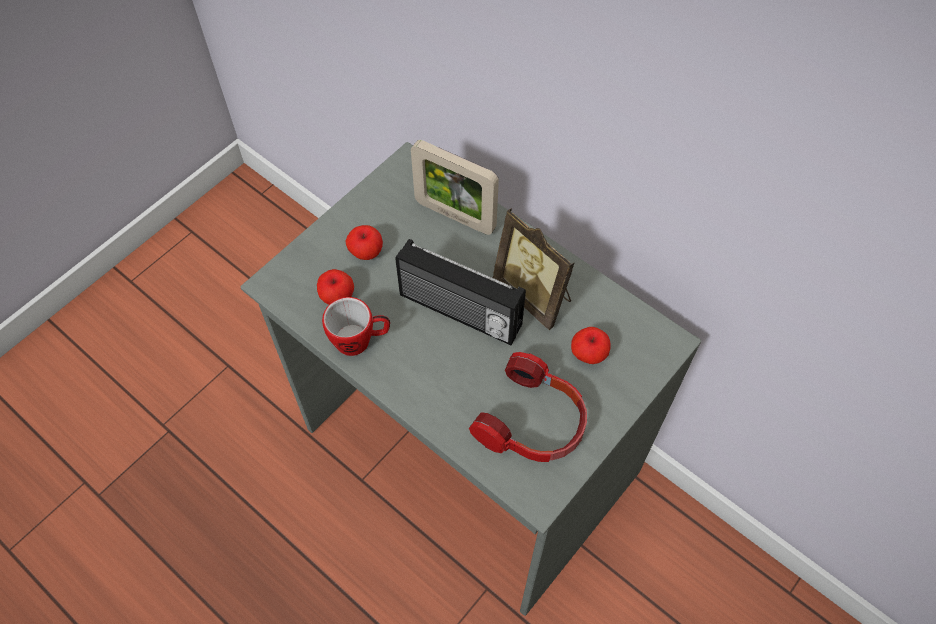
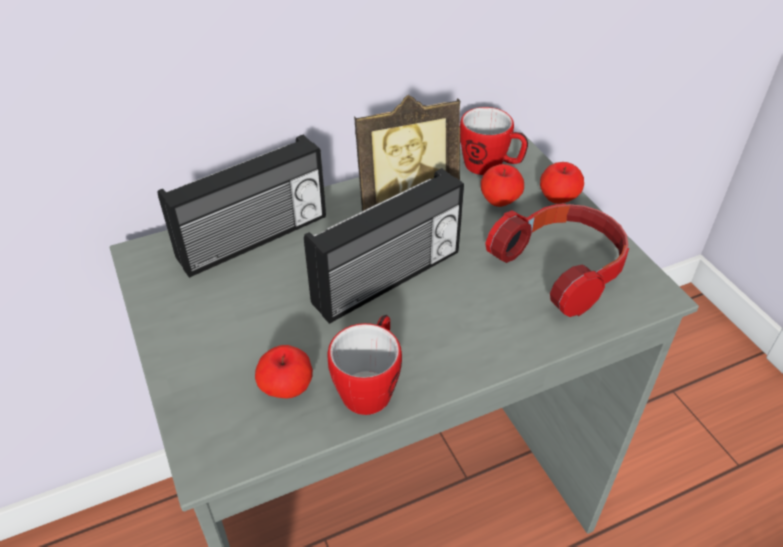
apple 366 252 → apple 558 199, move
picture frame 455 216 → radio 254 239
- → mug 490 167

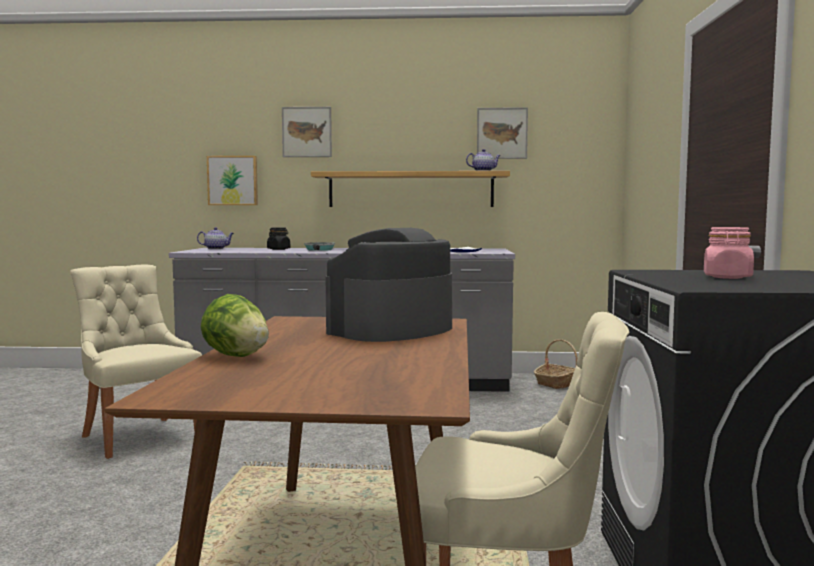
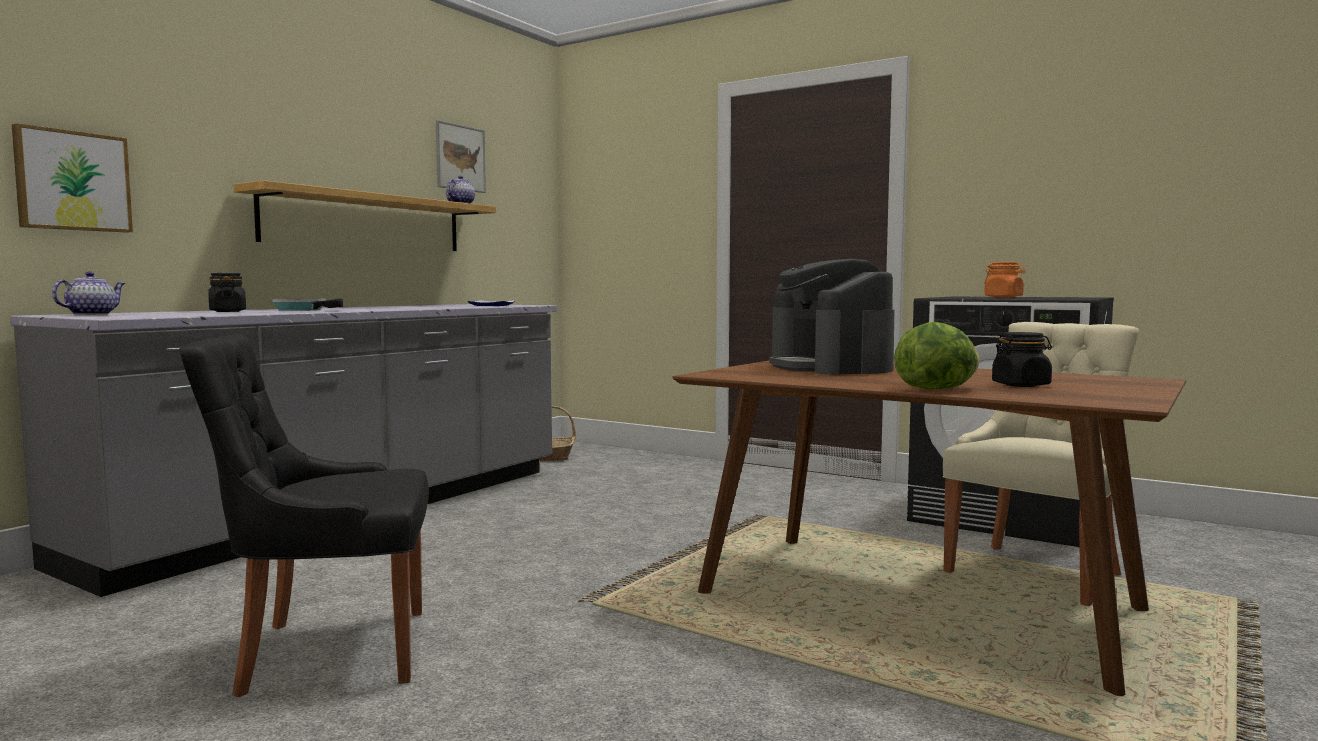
chair (beige) 138 435 → chair (black) 328 651
picture 307 132 → -
jar (pink) 727 277 → jar (orange) 1003 297
- → jar (black) 1021 385

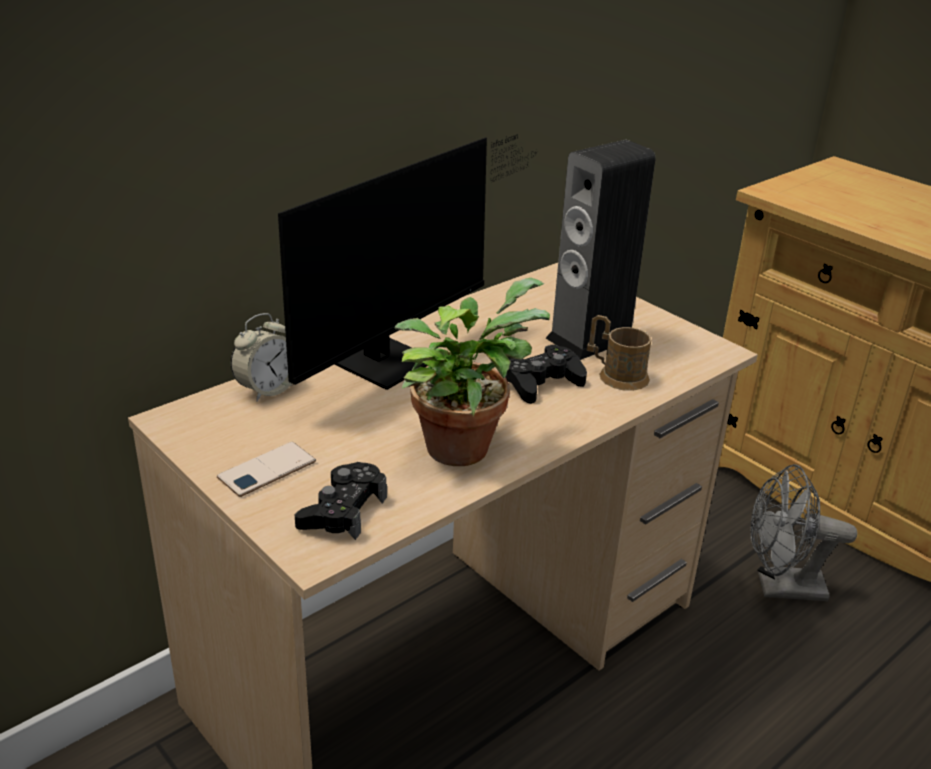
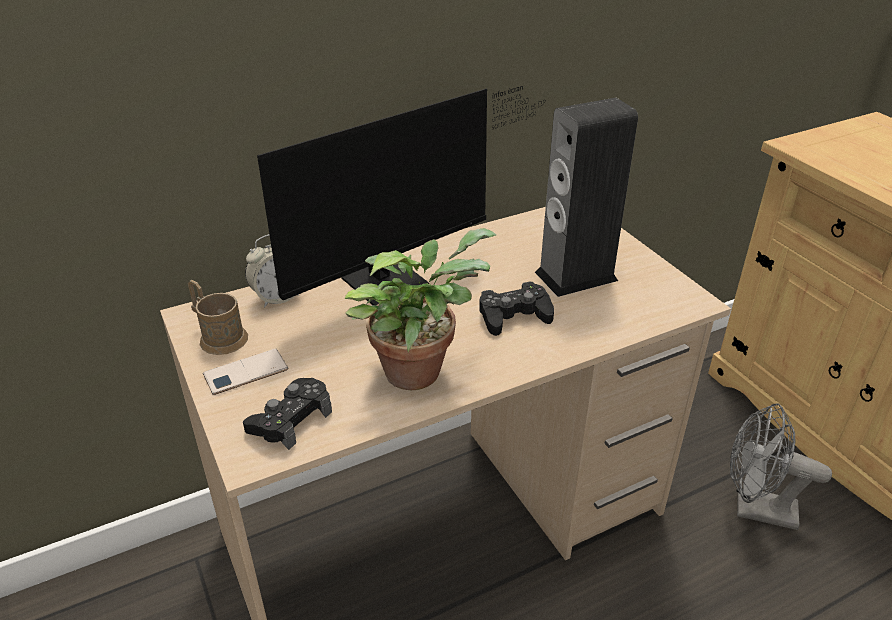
mug (brown) 616 375 → mug (brown) 218 336, move

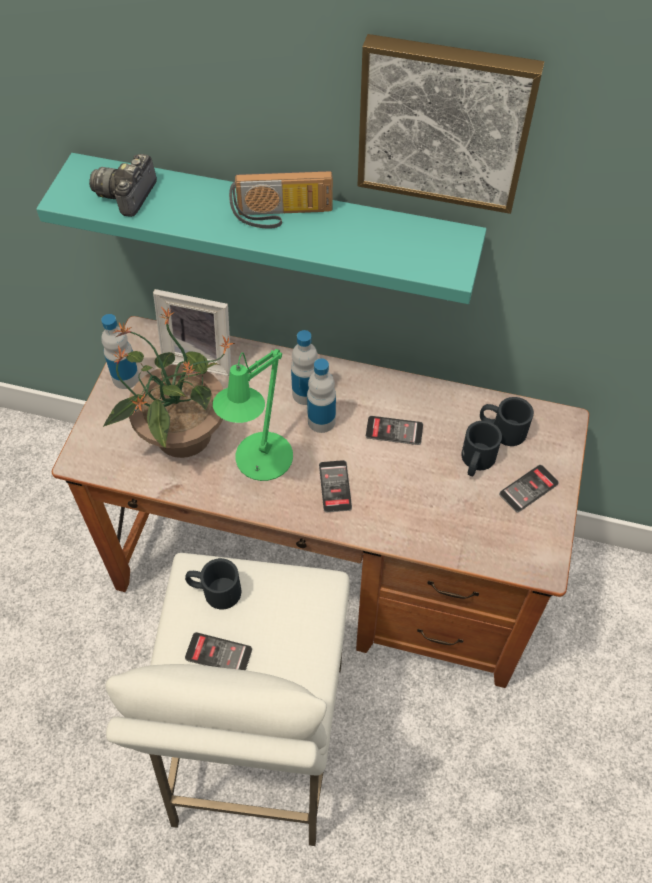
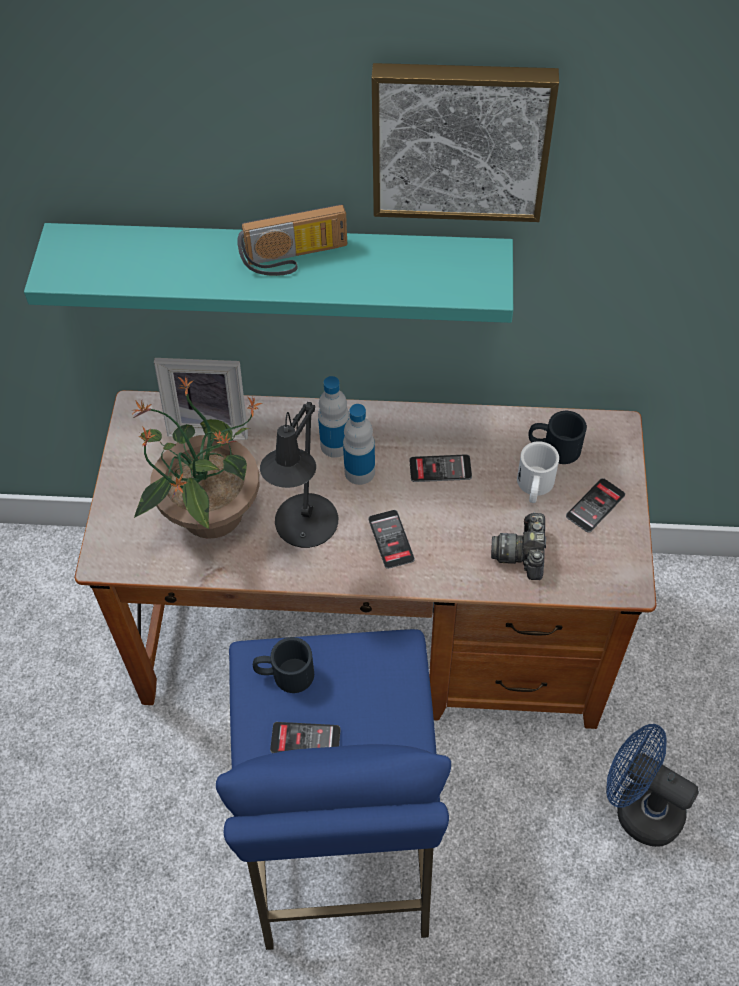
photo camera 127 195 → photo camera 522 554, move
bottle 126 378 → -
stool (white) 258 743 → stool (blue) 341 841
table lamp (green) 260 463 → table lamp (black) 304 529
mug (black) 476 462 → mug (white) 534 487
- → fan (blue) 639 807

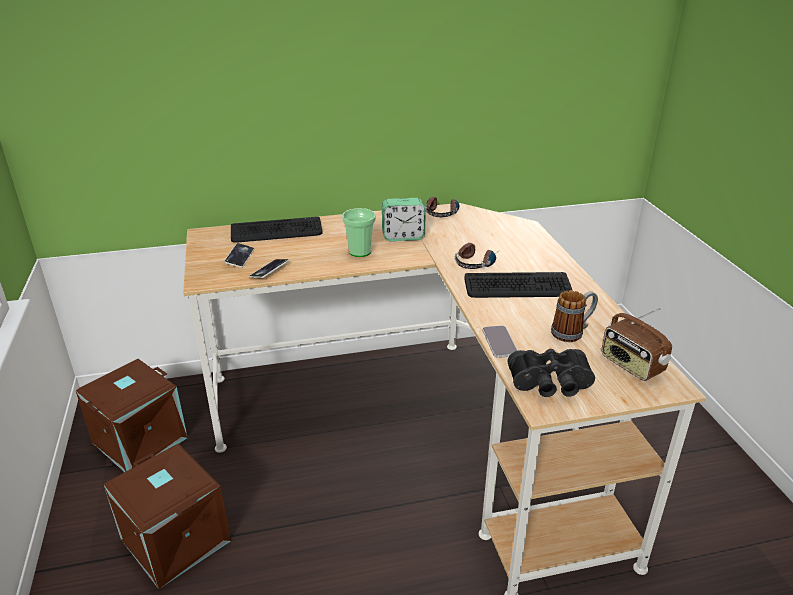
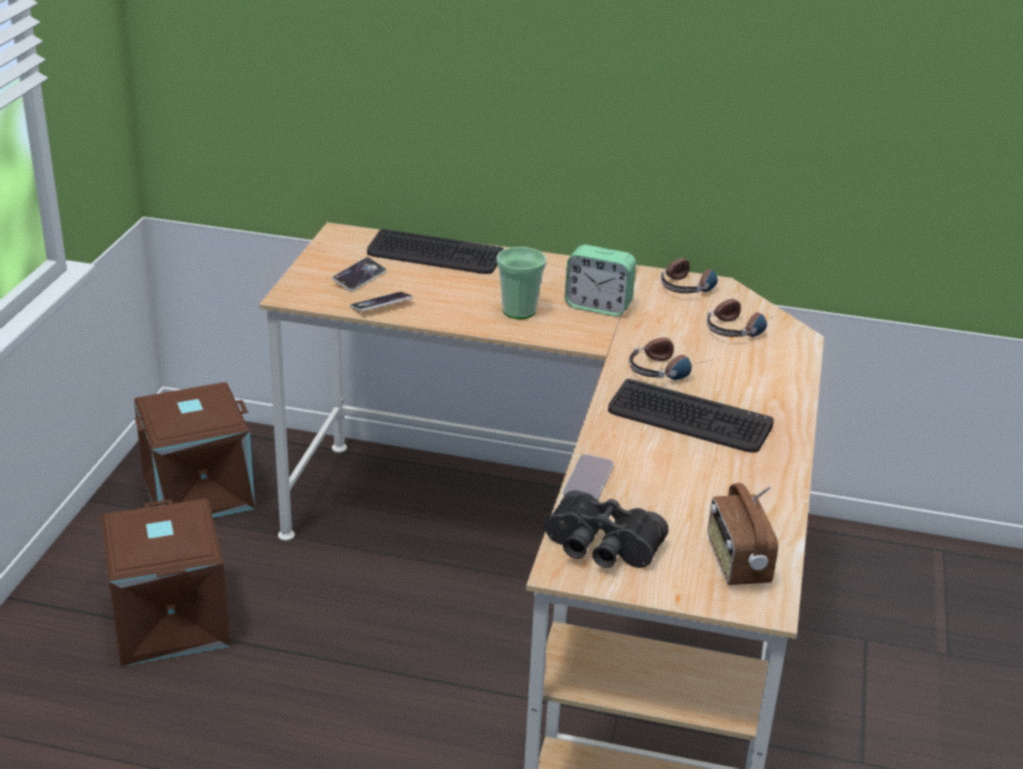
mug 572 332 → -
- → headphones 739 327

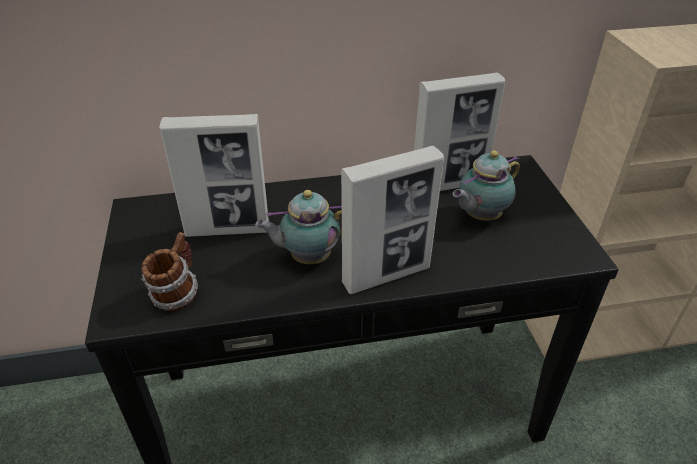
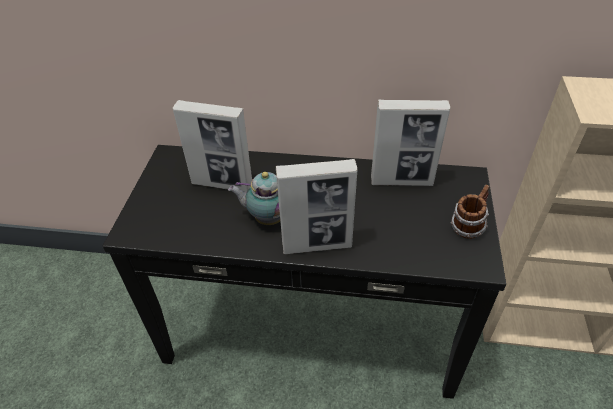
mug 176 294 → mug 468 226, move
teapot 479 216 → -

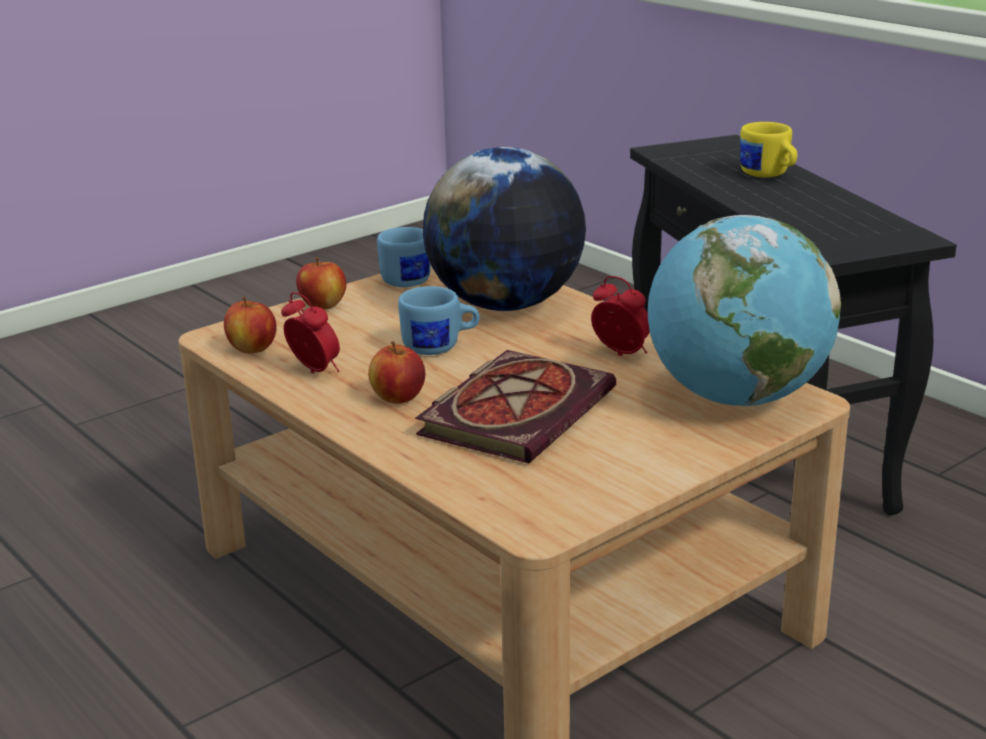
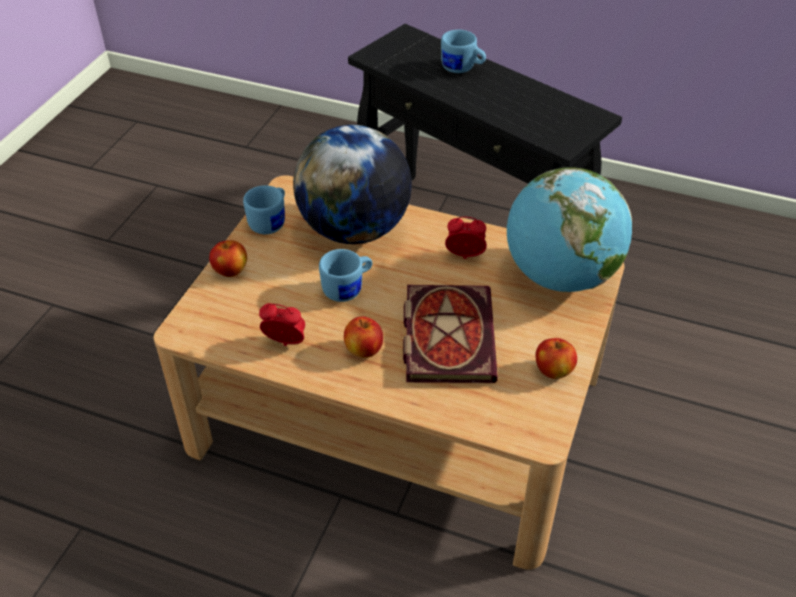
apple 252 349 → apple 553 371, move
mug (yellow) 768 175 → mug (blue) 462 69

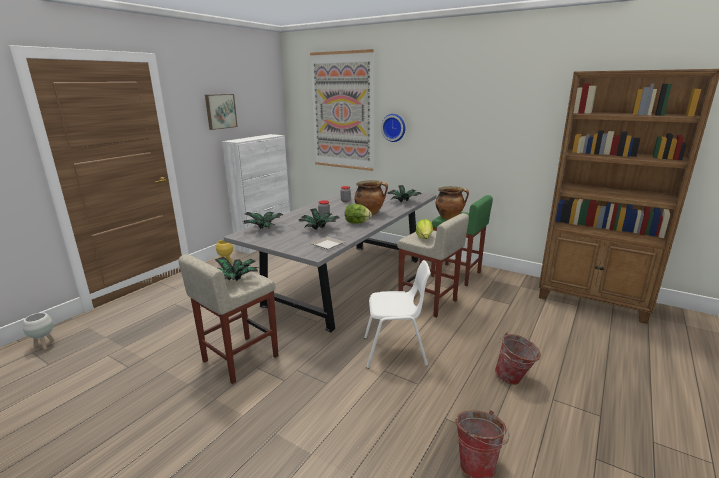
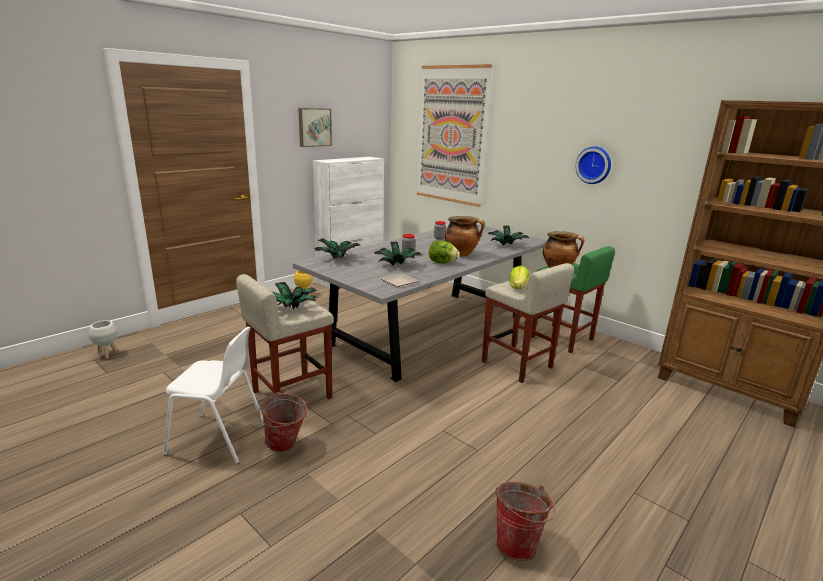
chair (white) 395 352 → chair (white) 218 439, move
wall clock 394 127 → wall clock 594 165, move
bucket 514 379 → bucket 285 447, move

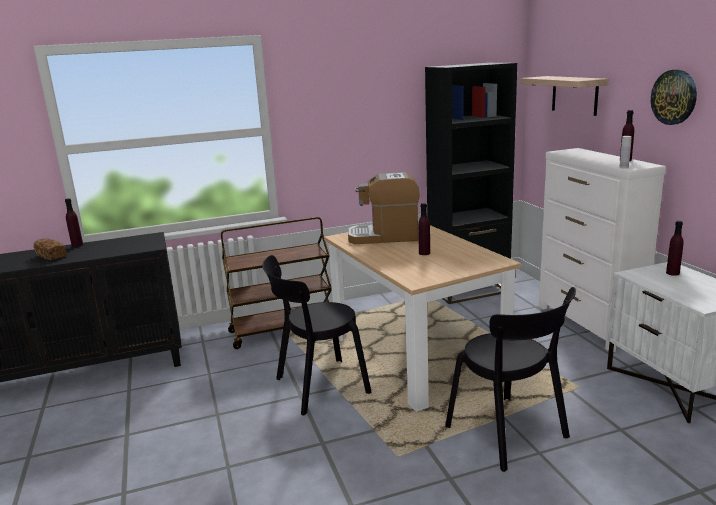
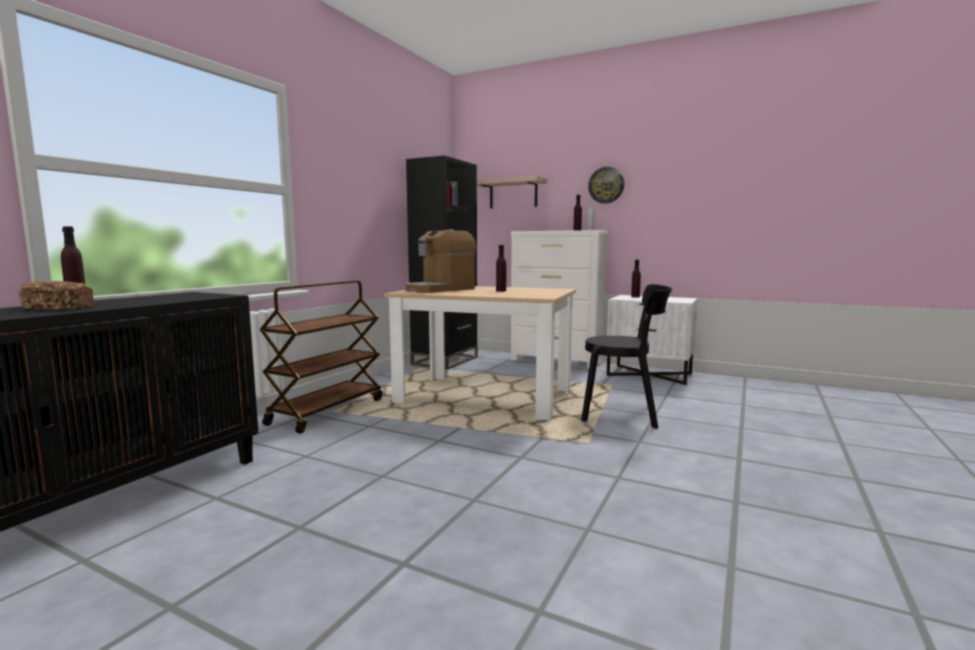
chair (black) 317 387 → -

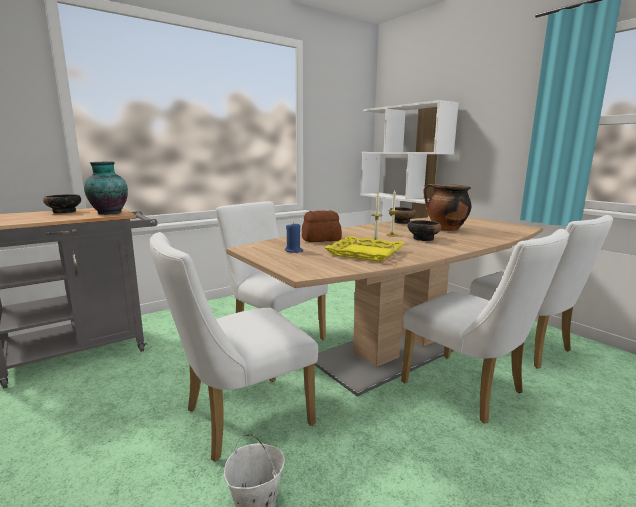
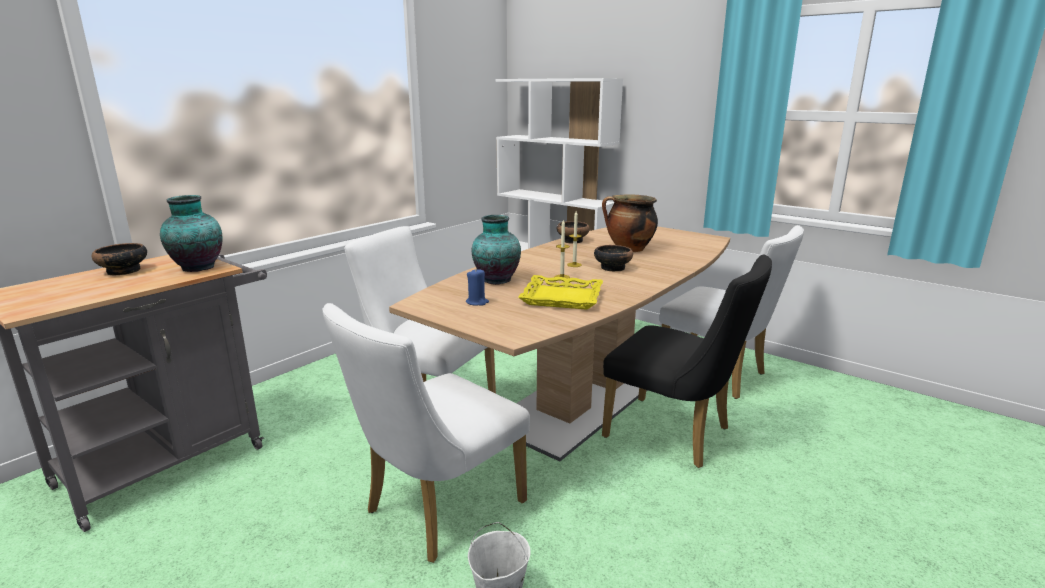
bread 320 239 → vase 495 280
chair (white) 470 391 → chair (black) 676 435

